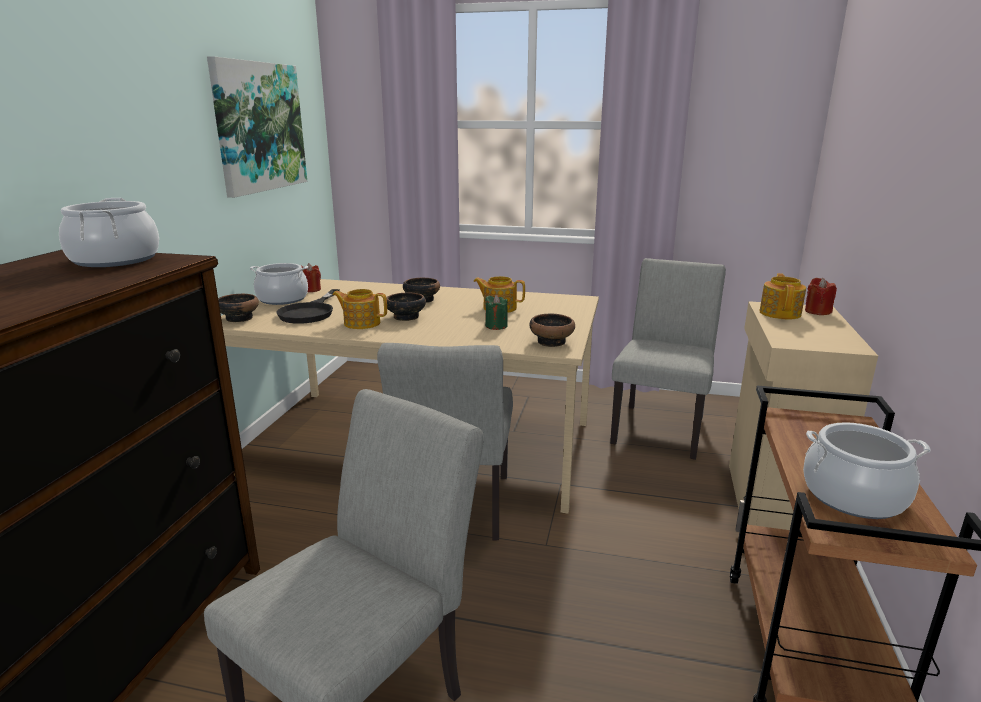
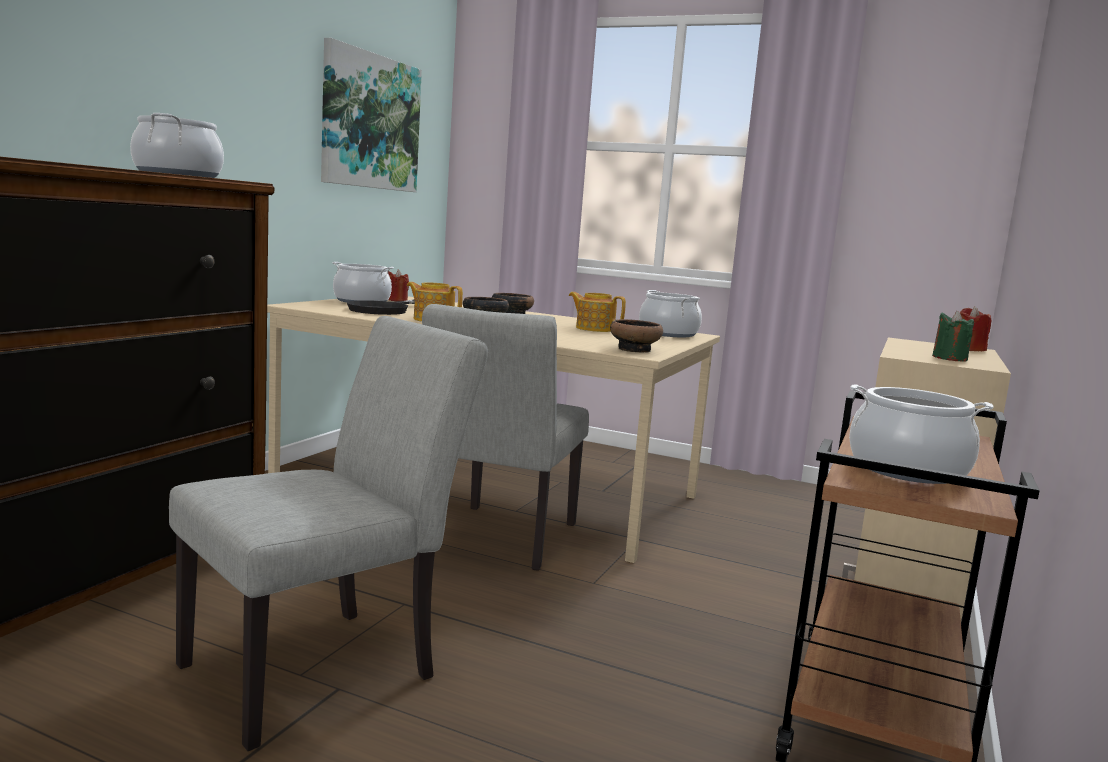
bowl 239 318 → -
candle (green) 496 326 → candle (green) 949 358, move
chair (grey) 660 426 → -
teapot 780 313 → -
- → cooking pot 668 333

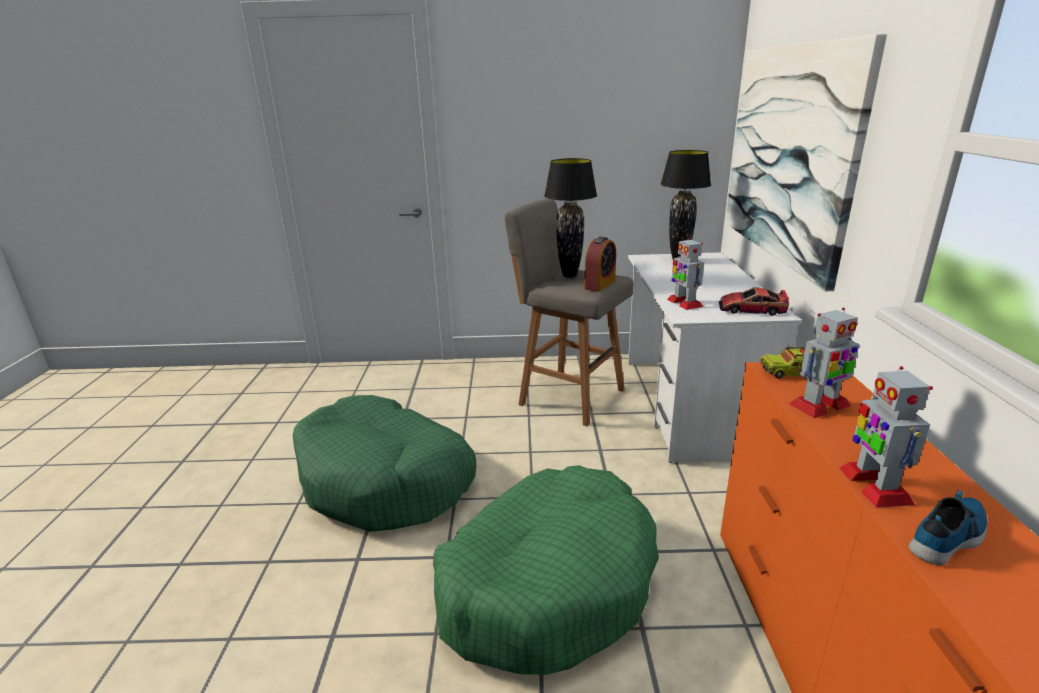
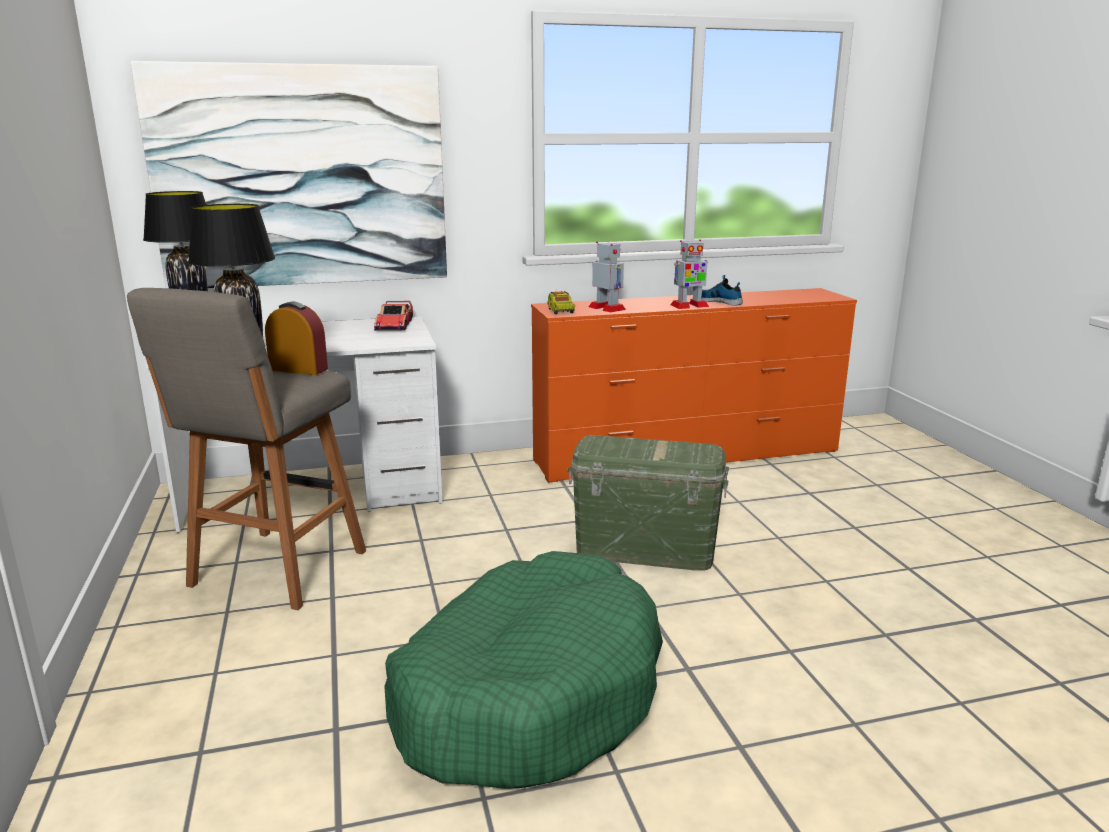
dog bed (green) 547 582 → storage box (green) 645 550
toy robot 684 303 → -

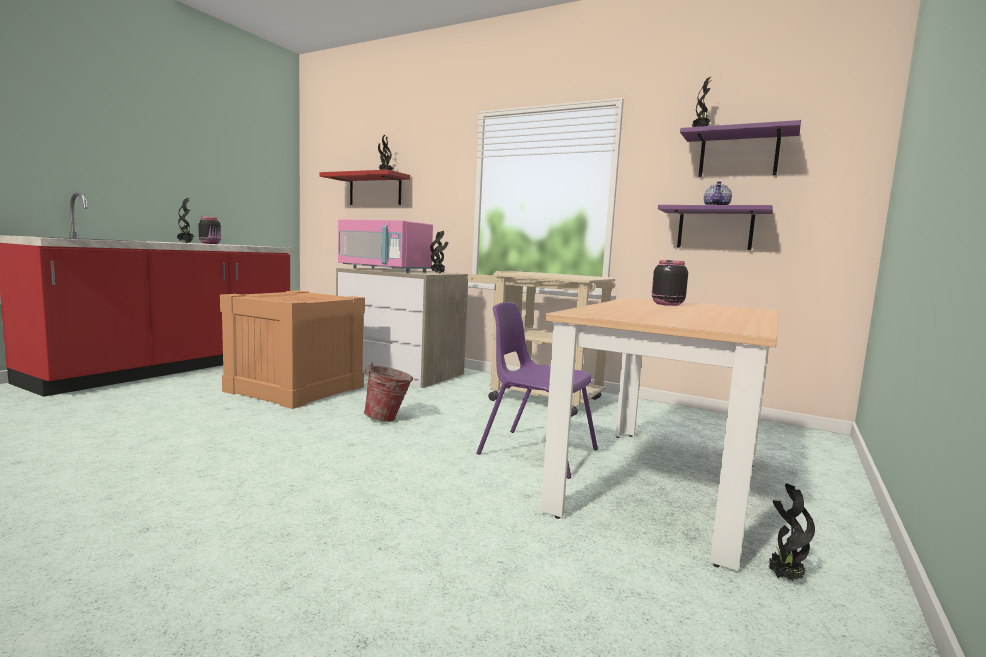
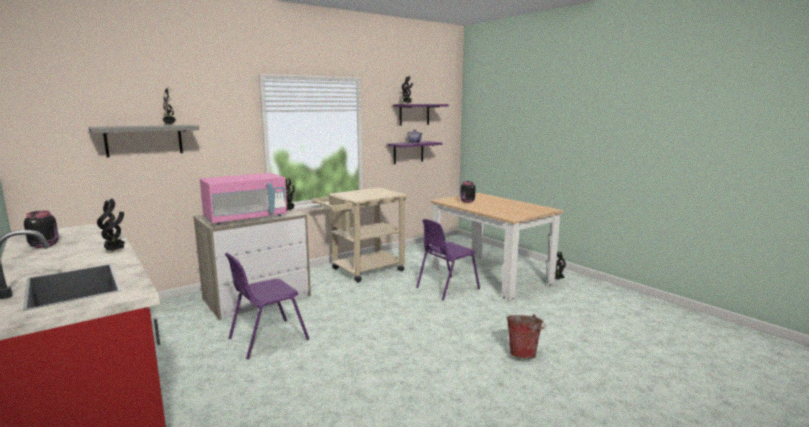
crate 295 389 → chair (purple) 267 339
shelf (red) 375 190 → shelf (grey) 144 140
bucket 388 419 → bucket 523 353, move

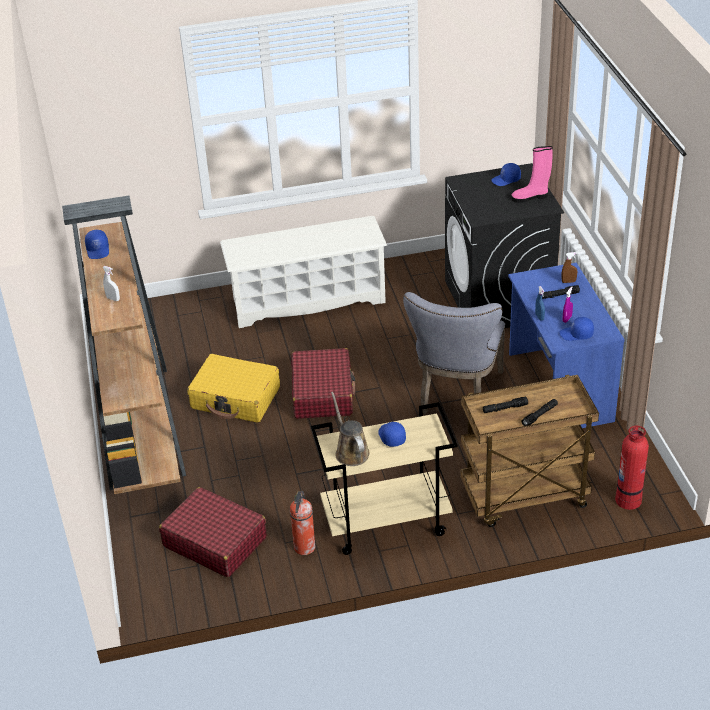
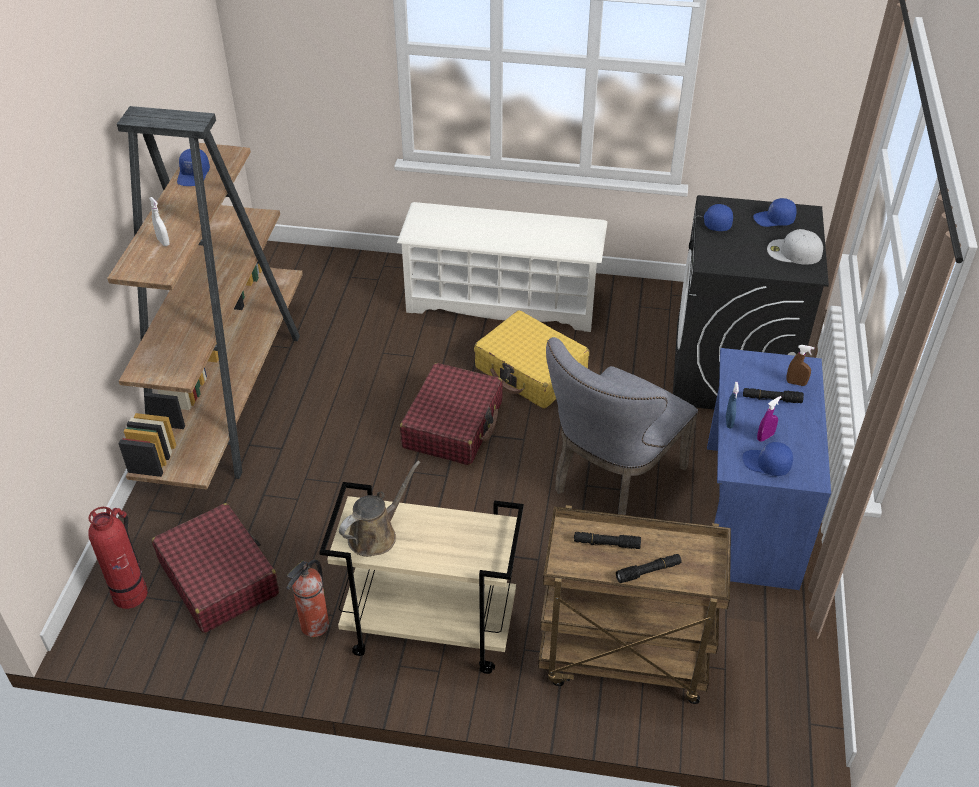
suitcase (yellow) 236 398 → suitcase (yellow) 531 371, move
watering can (brown) 350 451 → watering can (brown) 376 534, 45 degrees clockwise
cap (blue) 391 437 → cap (blue) 716 222, move
boot (pink) 530 197 → cap (white) 793 252
fire extinguisher 628 499 → fire extinguisher 131 593, move

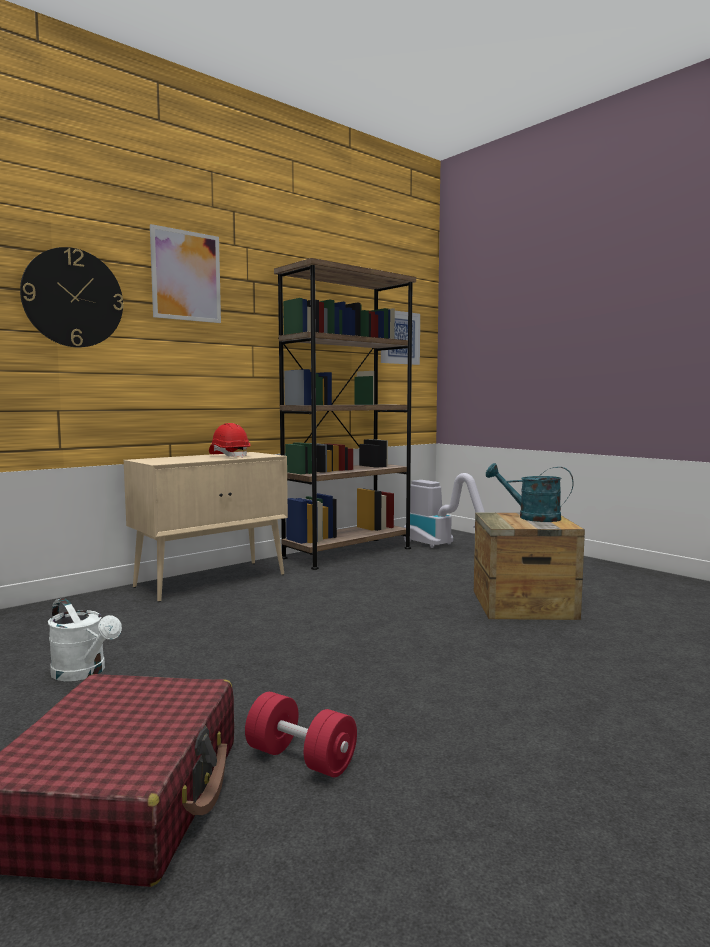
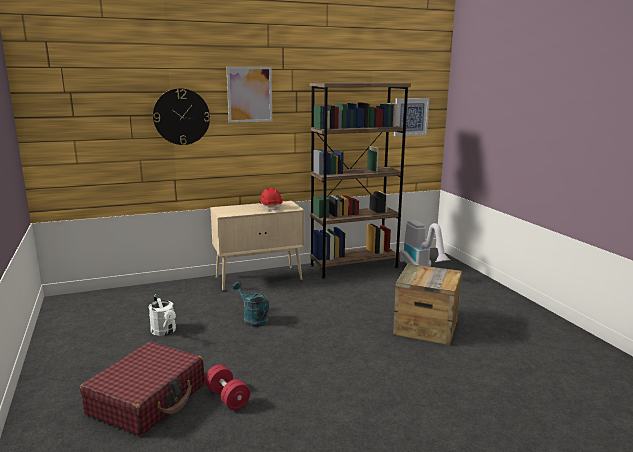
watering can (turquoise) 531 517 → watering can (turquoise) 252 319, move

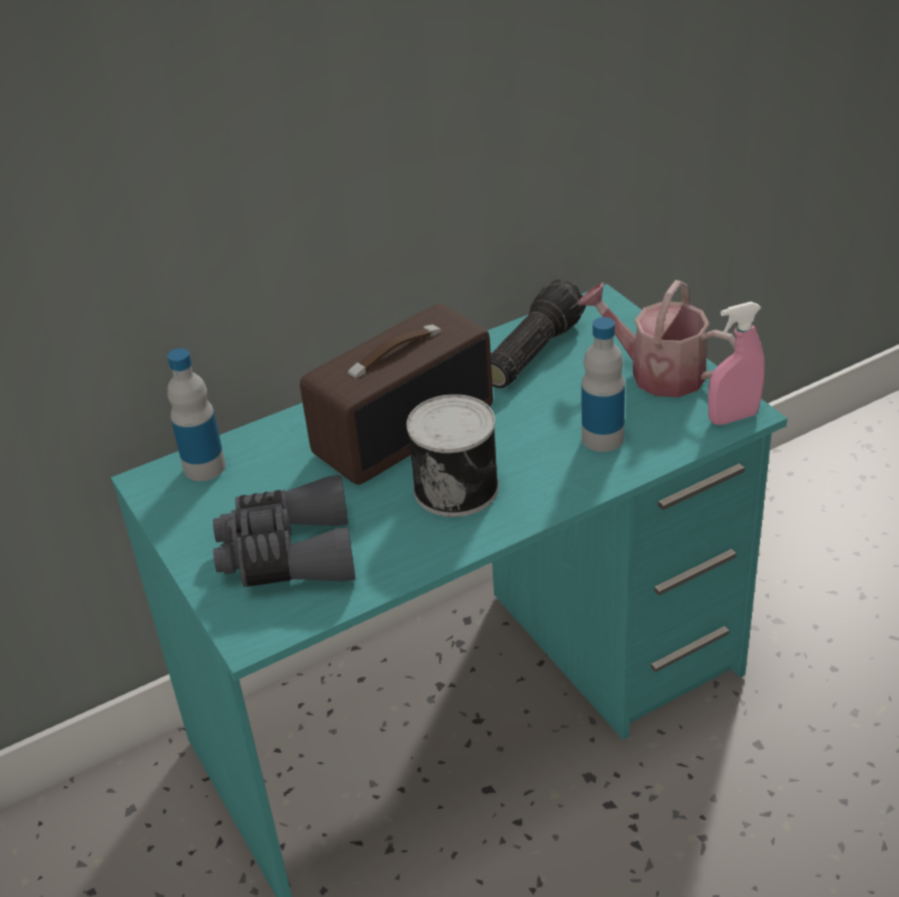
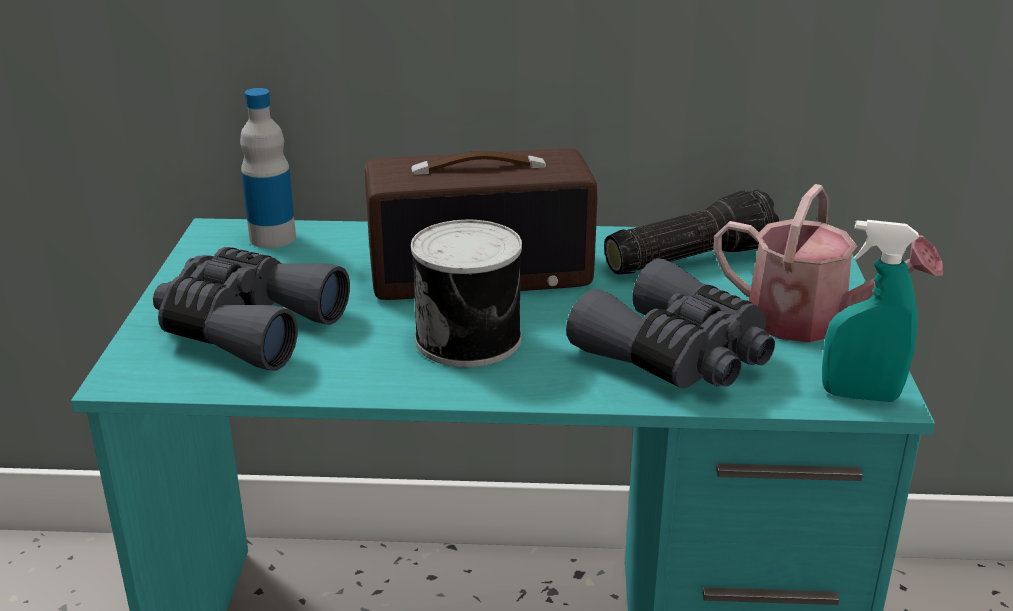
watering can 657 373 → watering can 811 322, 150 degrees clockwise
bottle 602 438 → binoculars (grey) 677 356
spray bottle (pink) 733 417 → spray bottle (turquoise) 860 395

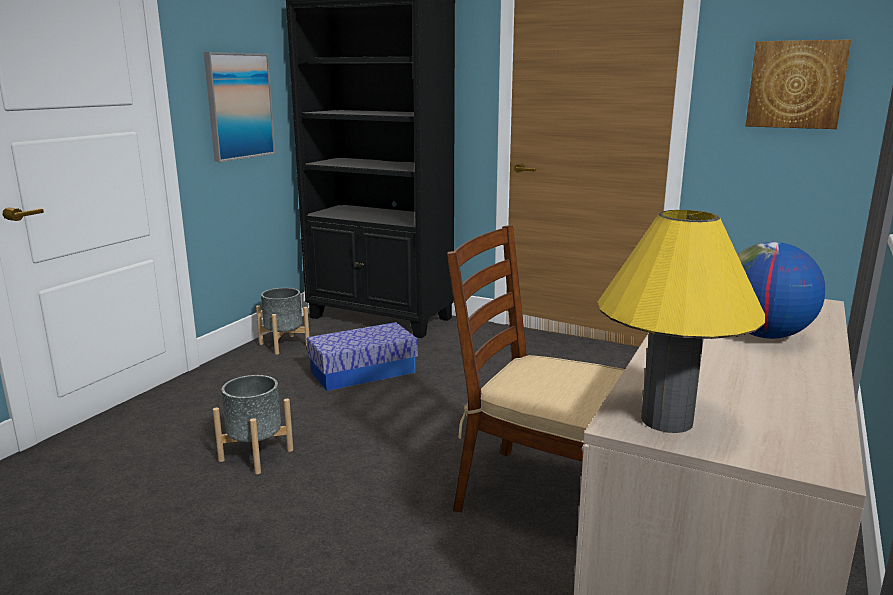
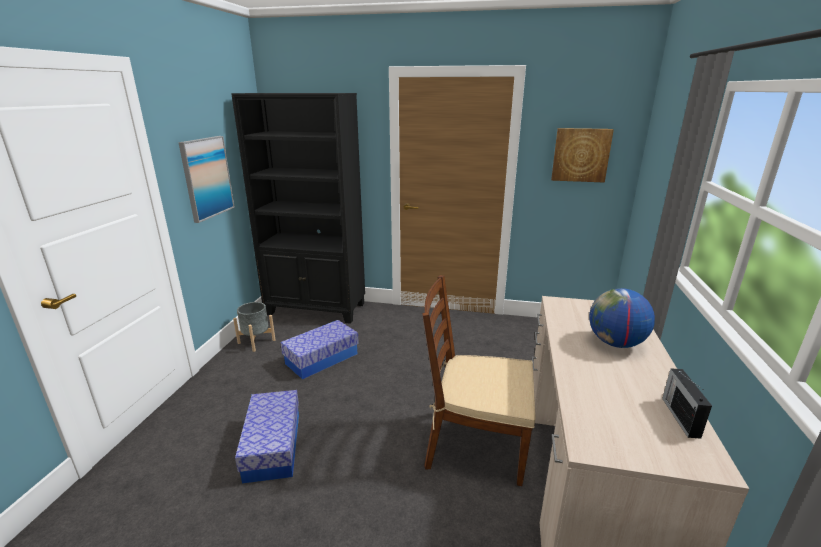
planter (grey) 256 455 → storage box 273 446
table lamp (yellow) 667 420 → -
- → radio 680 416

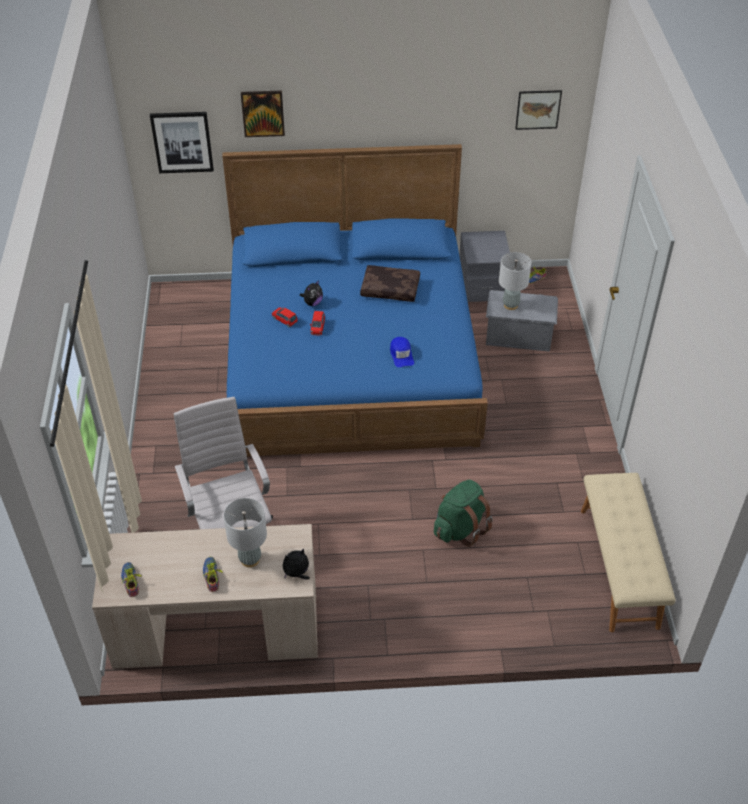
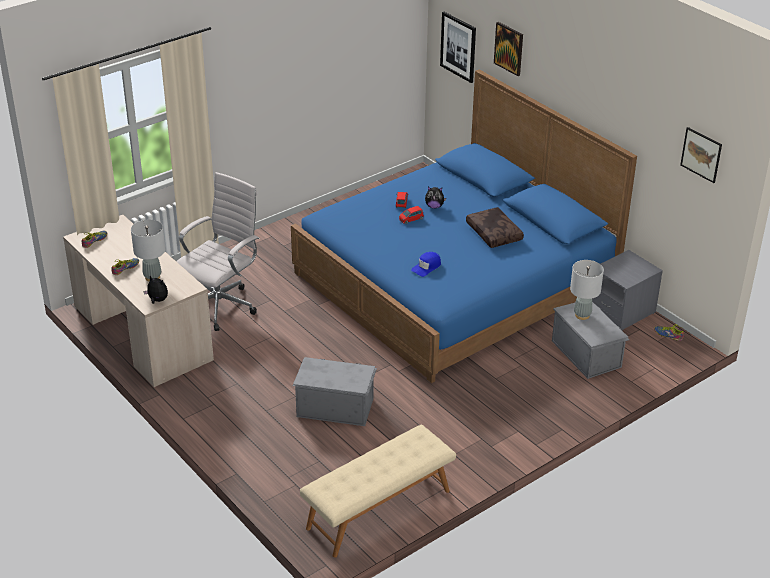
backpack (green) 460 528 → storage box (grey) 335 406

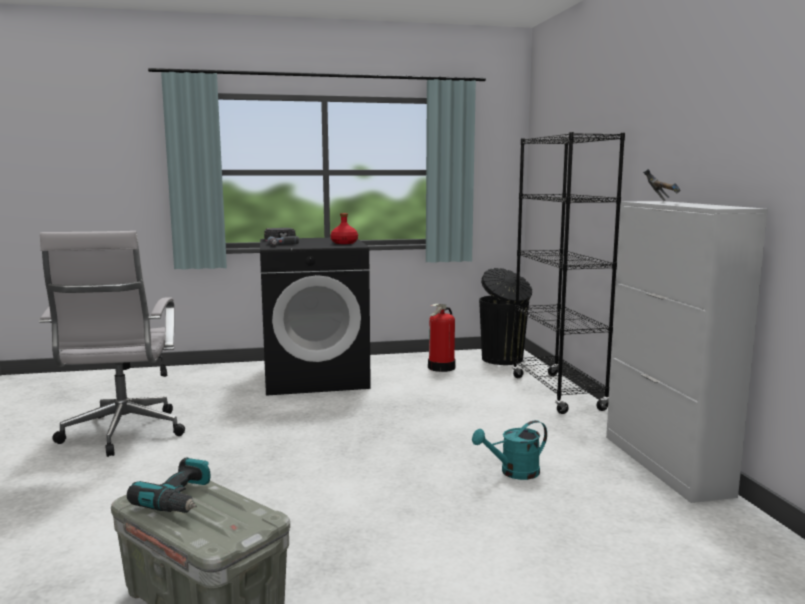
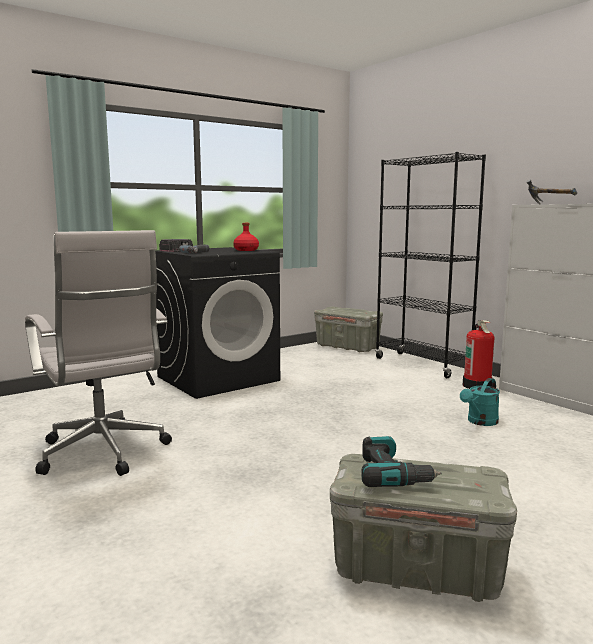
fire extinguisher 442 367 → fire extinguisher 477 386, move
trash can (black) 503 359 → storage box (grey) 348 347

